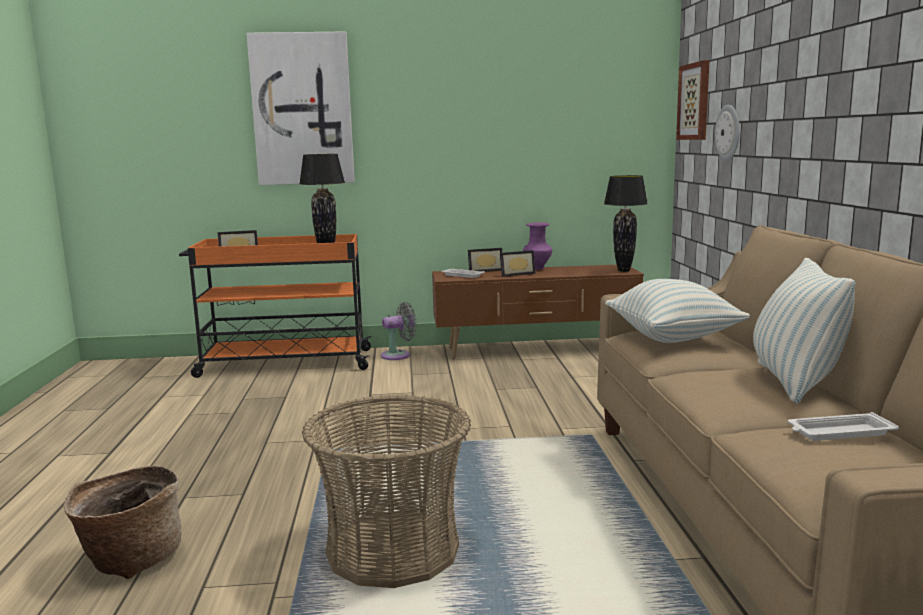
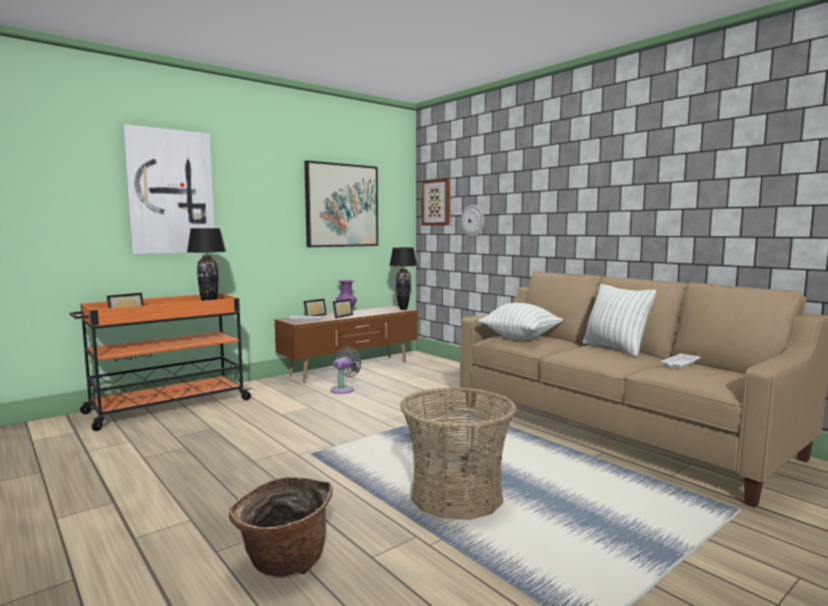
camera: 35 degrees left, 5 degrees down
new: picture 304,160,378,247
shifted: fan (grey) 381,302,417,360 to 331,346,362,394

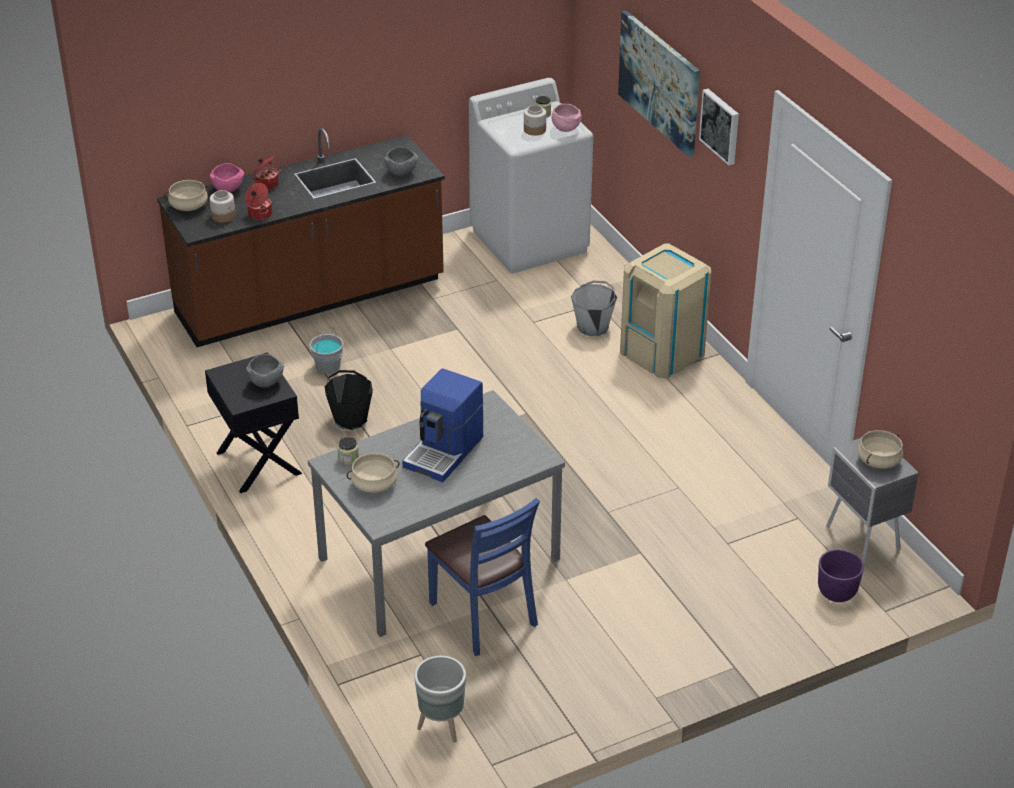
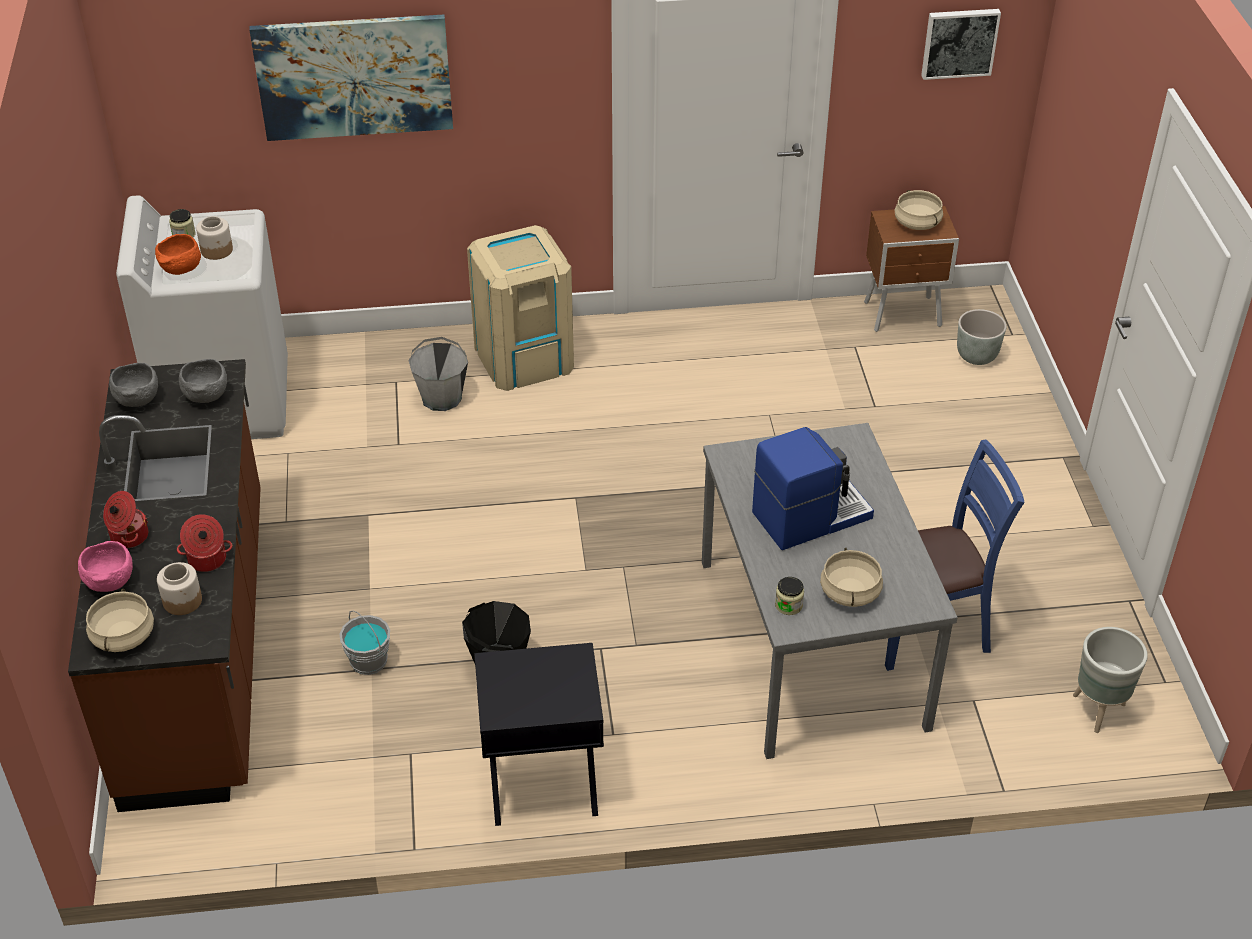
camera: 70 degrees left, 5 degrees up
gone: bowl (pink) 552,104,581,132
new: bowl (orange) 155,234,201,275
shifted: bowl (grey) 246,354,284,388 to 109,363,158,407; picture 699,89,739,165 to 921,9,1001,80
repainted: planter (purple) 818,549,864,602 to planter (grey) 957,309,1006,365; nightstand (grey) 826,437,919,564 to nightstand (brown) 864,206,959,332
rotated: coffee machine 403,368,483,482 = 752,427,874,550 75 degrees counterclockwise

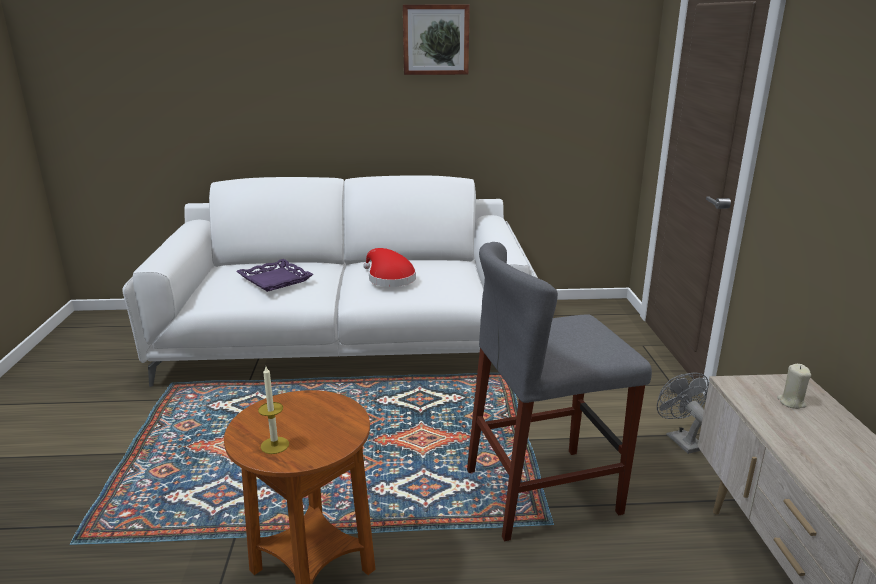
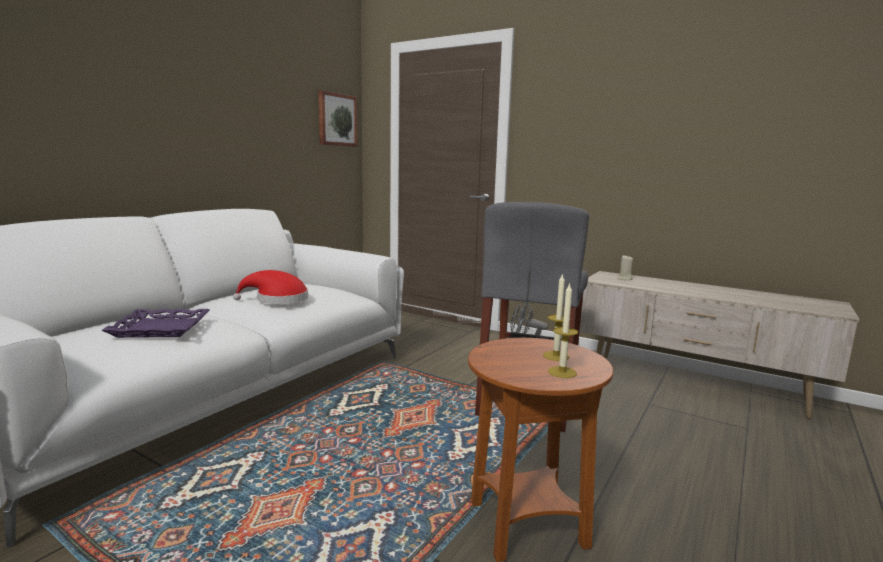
camera: 55 degrees left, 10 degrees down
new: candle 543,273,569,361
shifted: picture 403,5,470,75 to 318,90,358,147

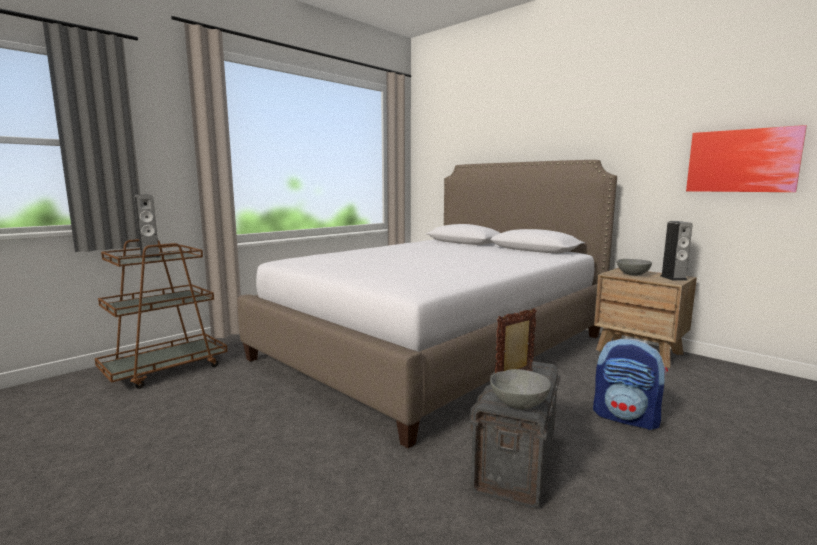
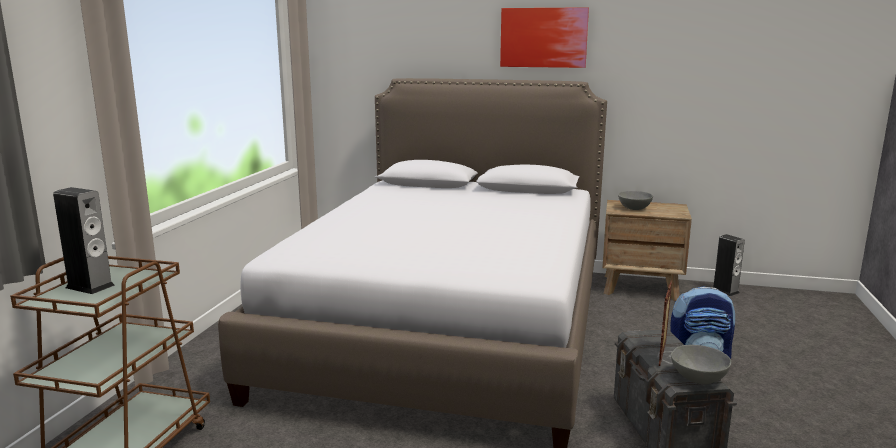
camera: 30 degrees left, 5 degrees up
shifted: speaker 660,221,693,281 to 713,234,745,296; picture 686,125,807,192 to 500,7,589,68

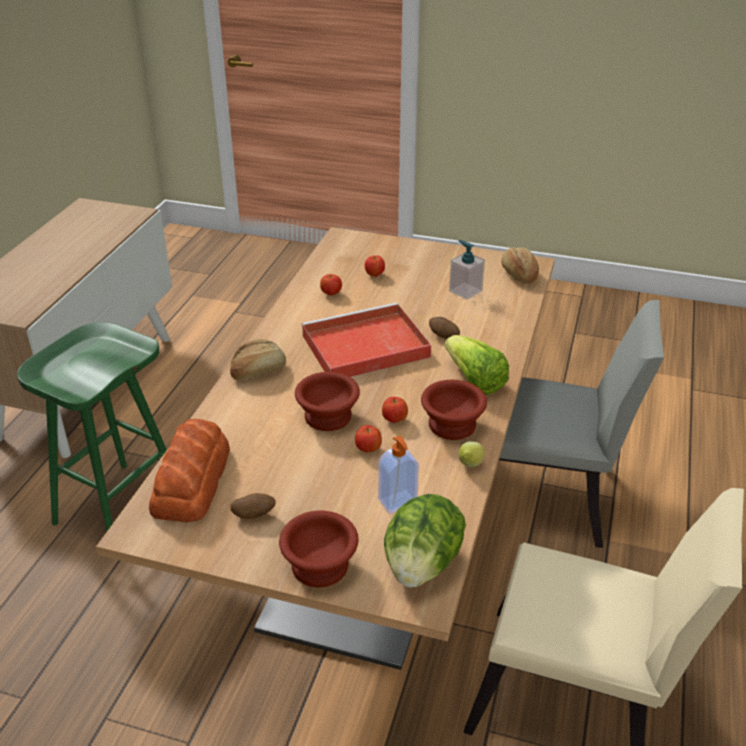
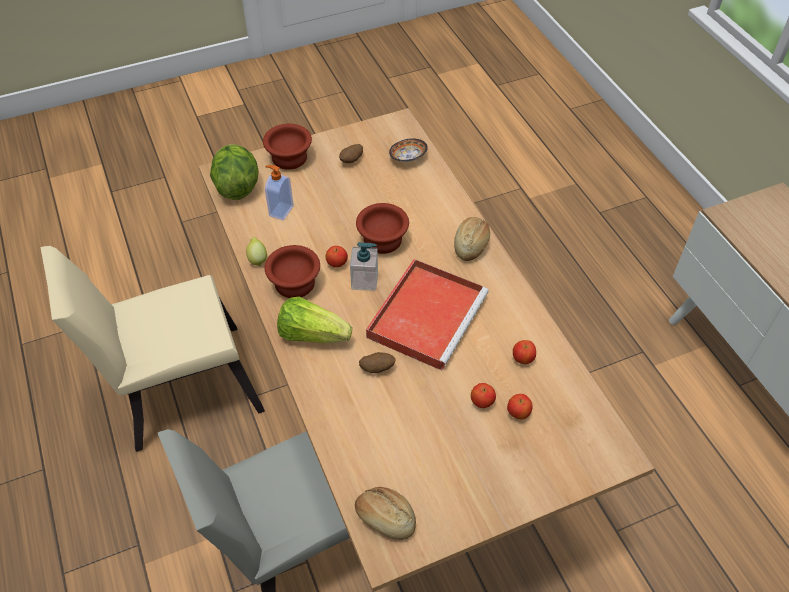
camera: 140 degrees right, 15 degrees up
gone: stool (green) 17,322,167,532
shifted: apple 355,425,382,452 to 471,383,496,408; soap dispenser 449,240,485,300 to 350,242,378,291
swapped: bread 149,419,230,523 to bowl 389,138,428,162

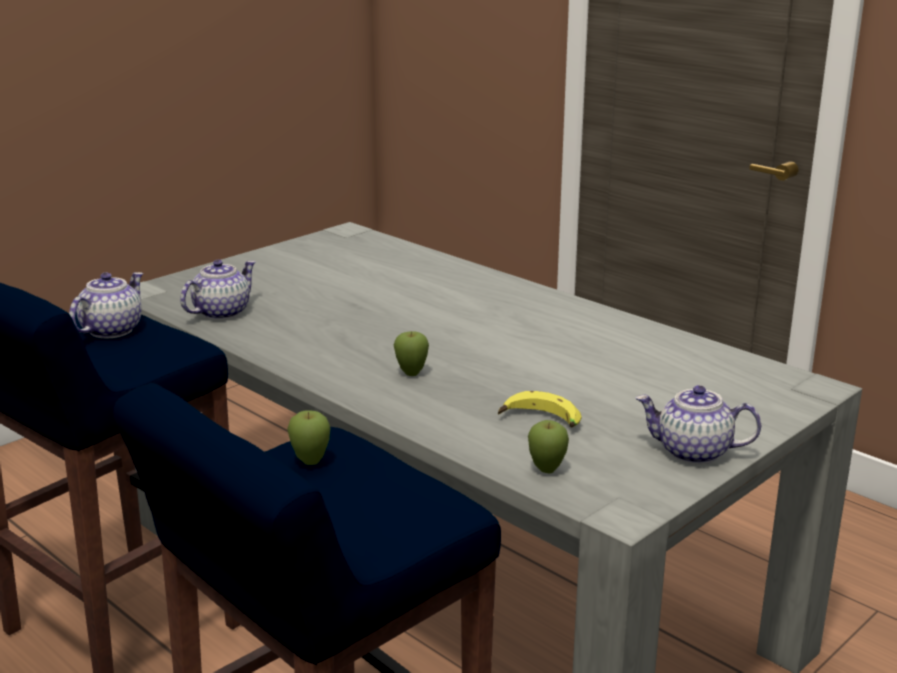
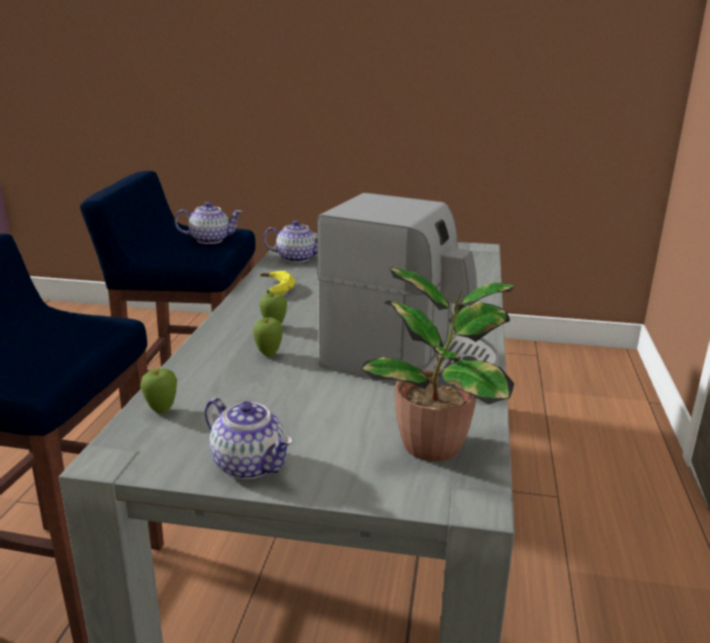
camera: 55 degrees right, 0 degrees up
new: coffee machine 317,193,499,384; potted plant 361,268,515,462
shifted: apple 287,410,330,465 to 253,317,283,357; banana 498,391,582,428 to 260,271,295,295
rotated: teapot 636,385,761,464 = 205,398,293,479 150 degrees clockwise

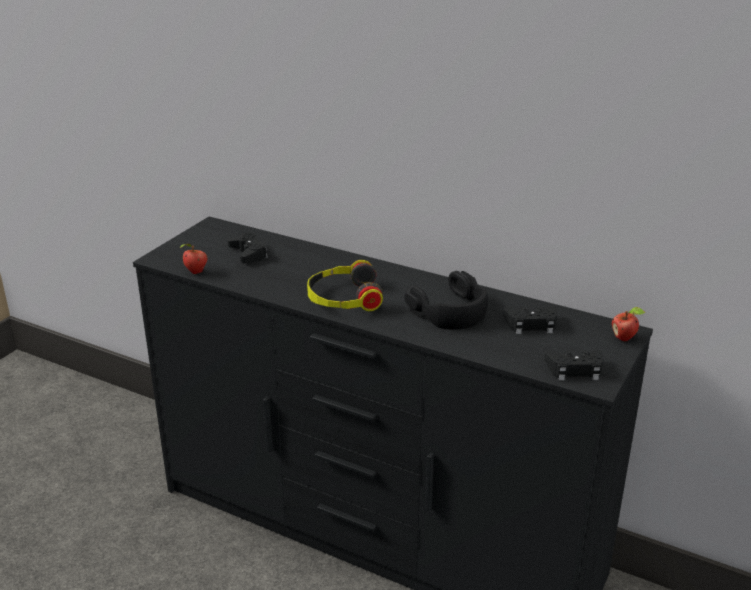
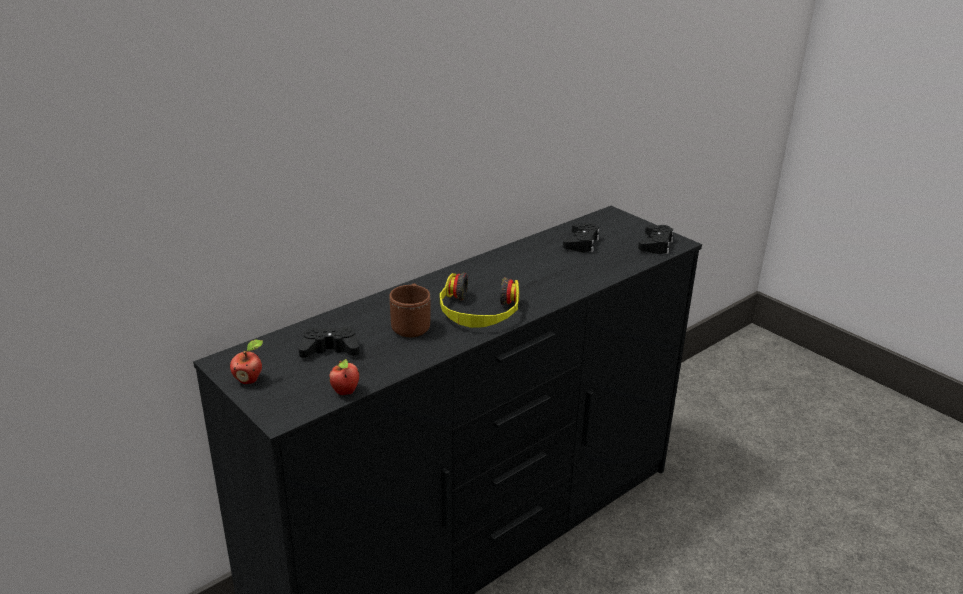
camera: 70 degrees left, 0 degrees up
gone: headphones (black) 404,271,488,330
new: mug (brown) 389,283,431,337
shifted: apple 612,307,645,341 to 230,340,263,384

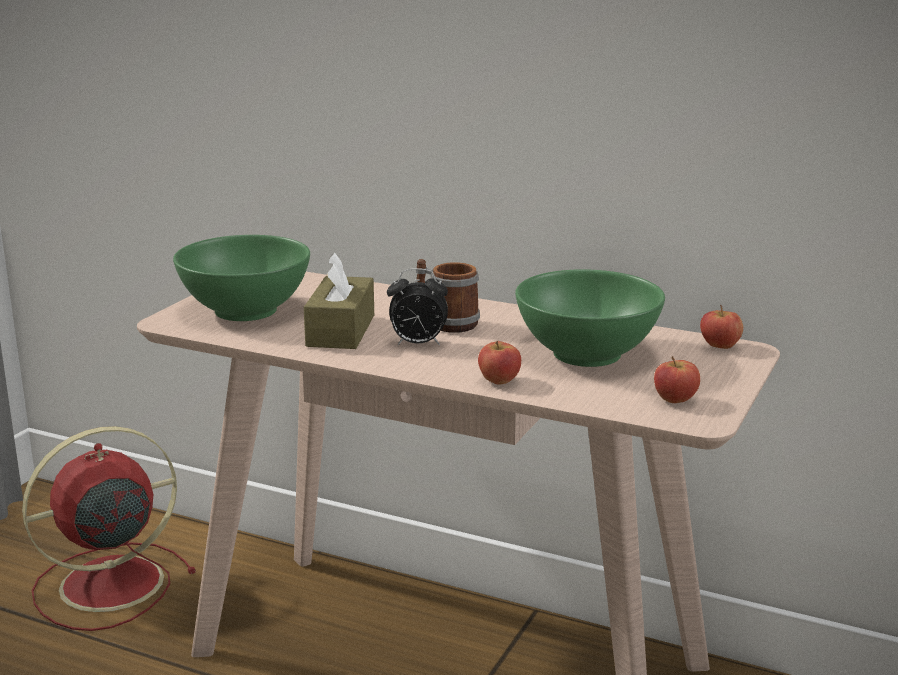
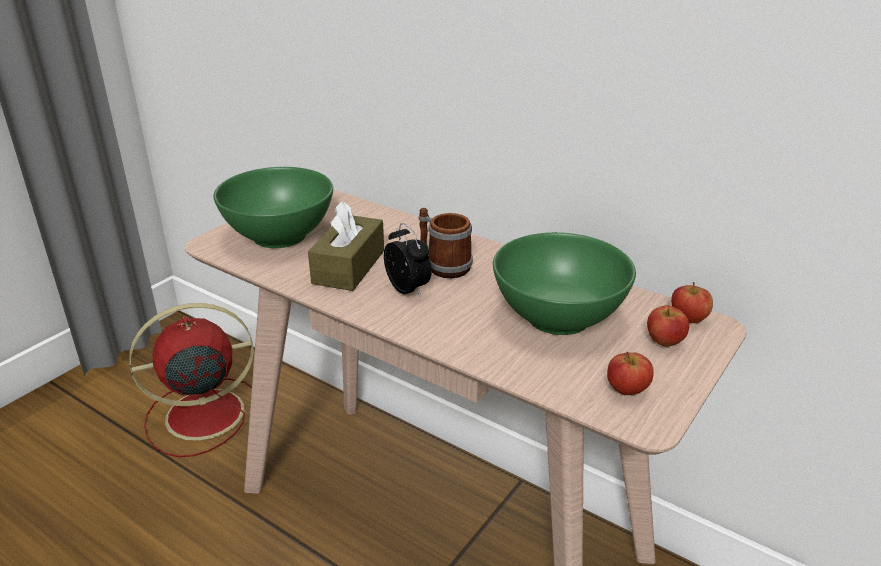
camera: 10 degrees right, 10 degrees up
shifted: apple 478,340,521,384 to 647,305,689,347
rotated: alarm clock 387,268,448,345 = 384,223,432,297 135 degrees counterclockwise

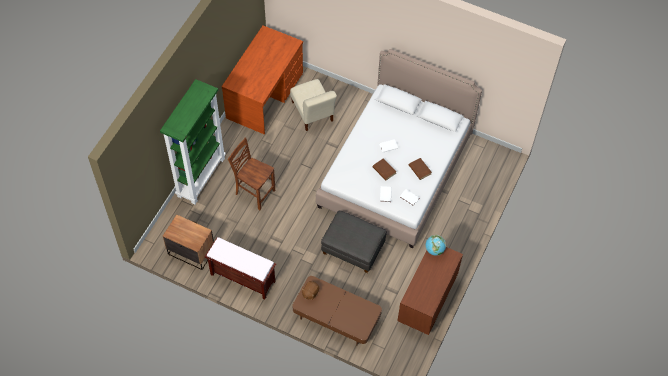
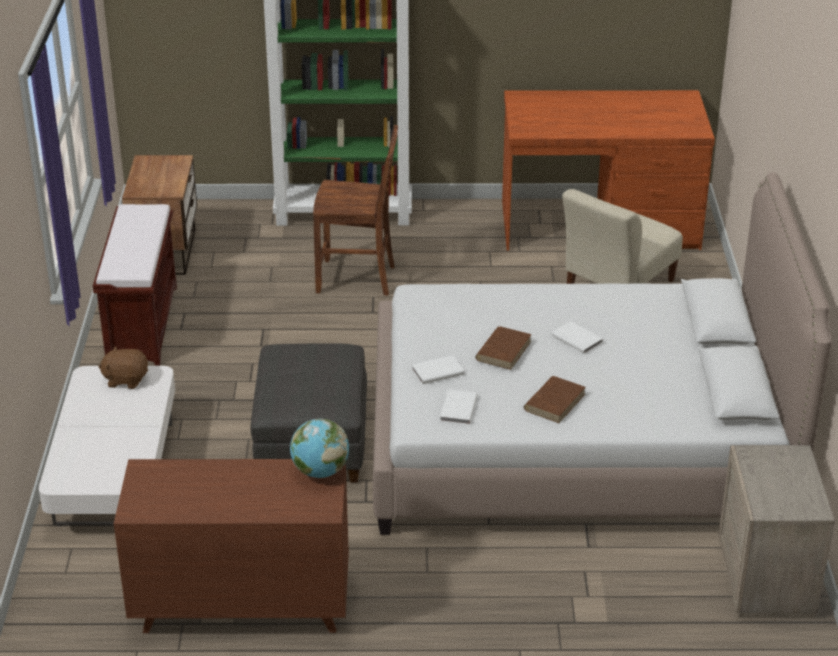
camera: 65 degrees right, 25 degrees down
new: nightstand (beige) 718,445,835,618
repainted: coffee table (brown) 293,276,382,345 to coffee table (white) 39,366,175,526
rotated: chair (brown) 228,137,275,210 = 313,125,398,296 90 degrees clockwise

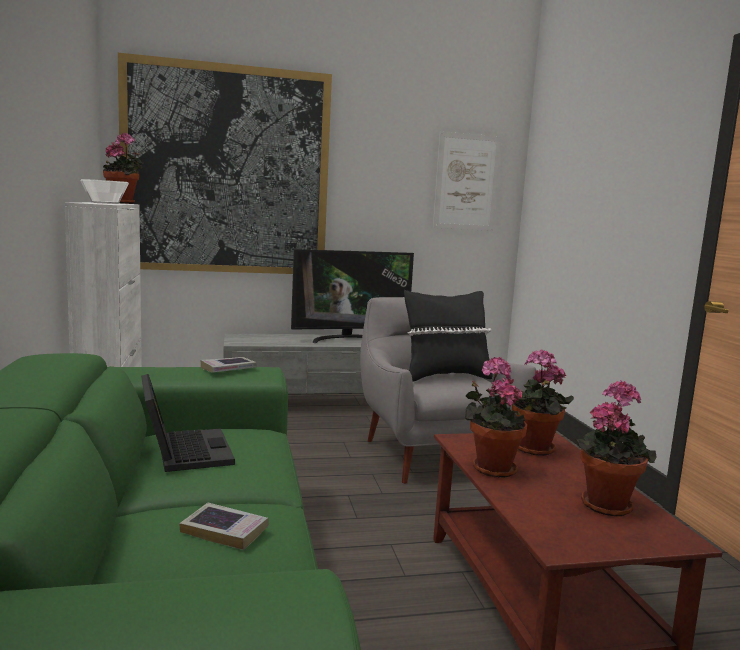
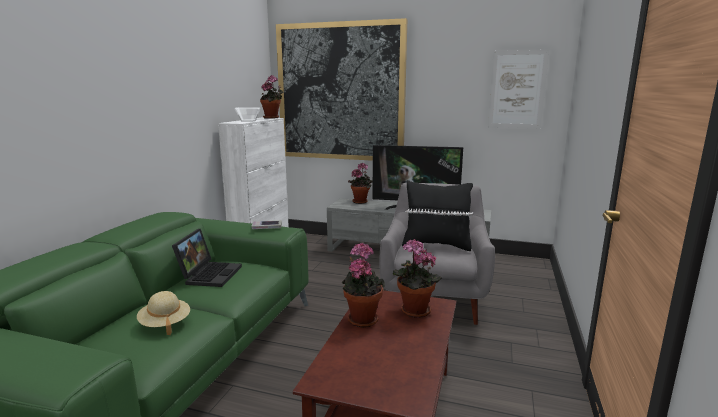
camera: 30 degrees right, 5 degrees up
shifted: potted plant 575,380,657,516 to 348,163,373,204
swapped: book 179,503,269,550 to hat (beige) 137,291,190,335

